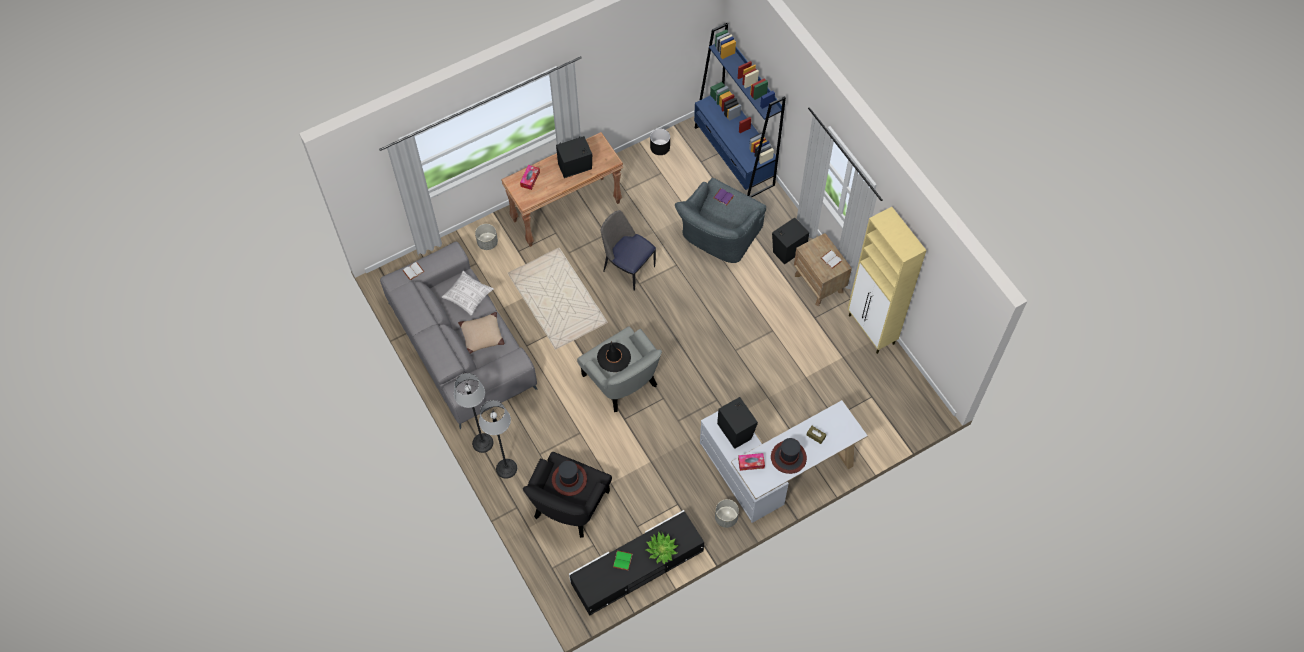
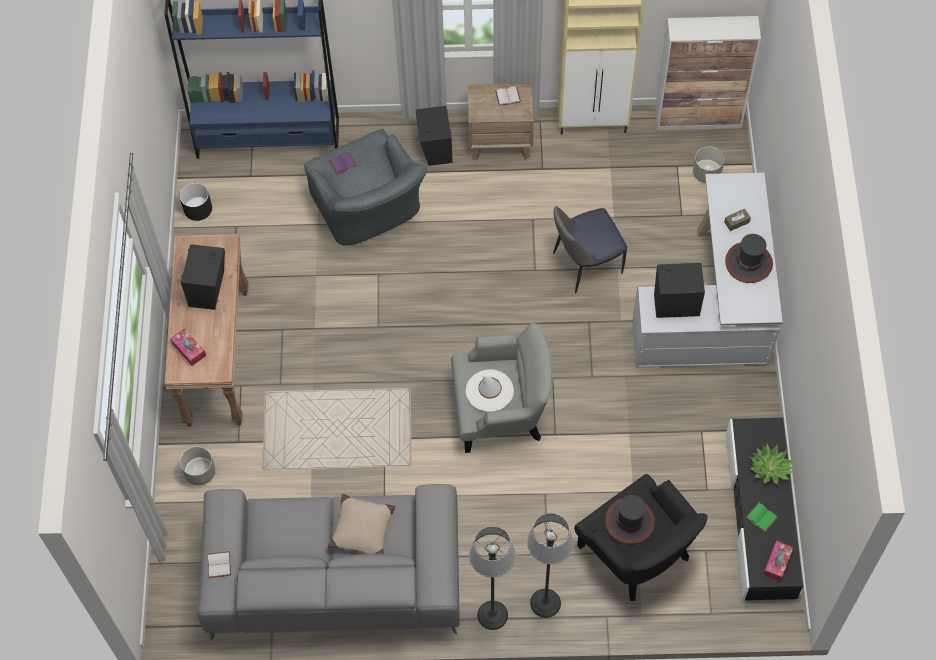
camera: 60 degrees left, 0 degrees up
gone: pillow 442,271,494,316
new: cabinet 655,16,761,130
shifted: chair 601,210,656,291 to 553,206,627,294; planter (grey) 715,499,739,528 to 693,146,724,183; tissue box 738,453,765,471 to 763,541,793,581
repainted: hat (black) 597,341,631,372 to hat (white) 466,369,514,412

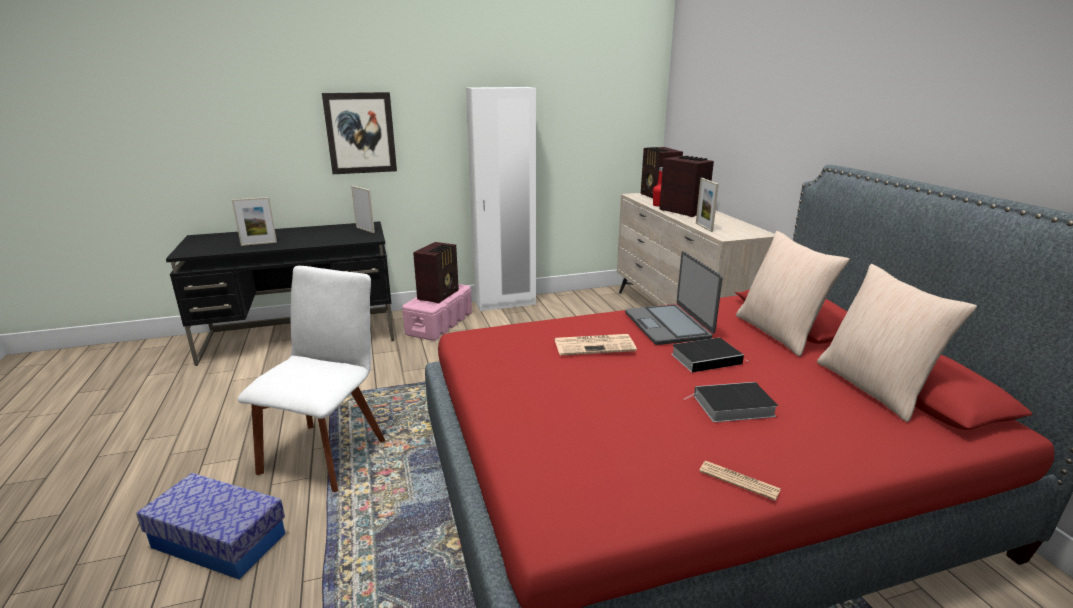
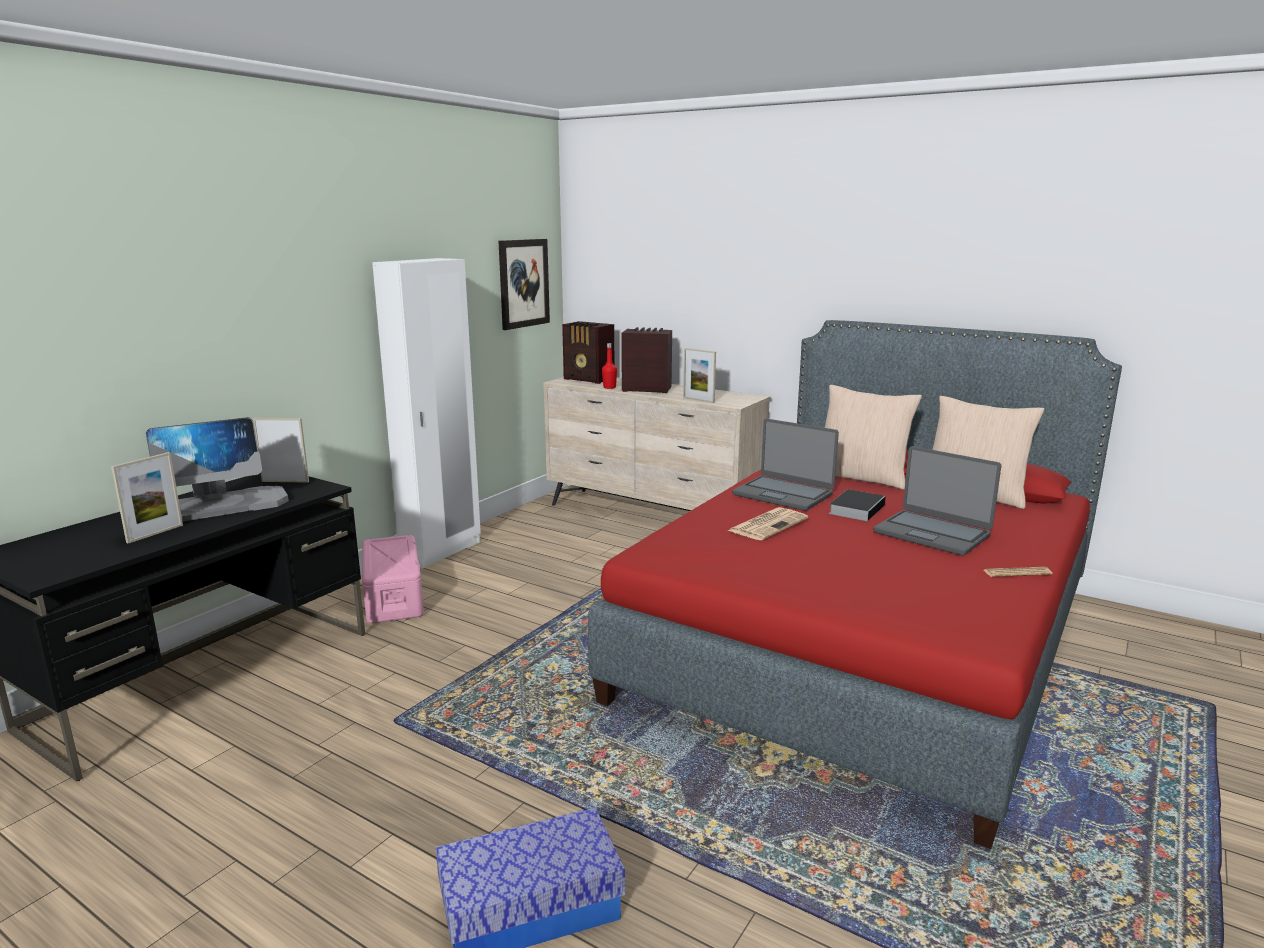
camera: 40 degrees left, 5 degrees down
gone: chair (white) 238,266,385,492; radio 413,242,459,304
new: monitor 146,417,289,522
shifted: picture 322,92,397,174 to 498,239,550,330
swapped: book 684,382,778,422 to laptop 873,446,1001,556

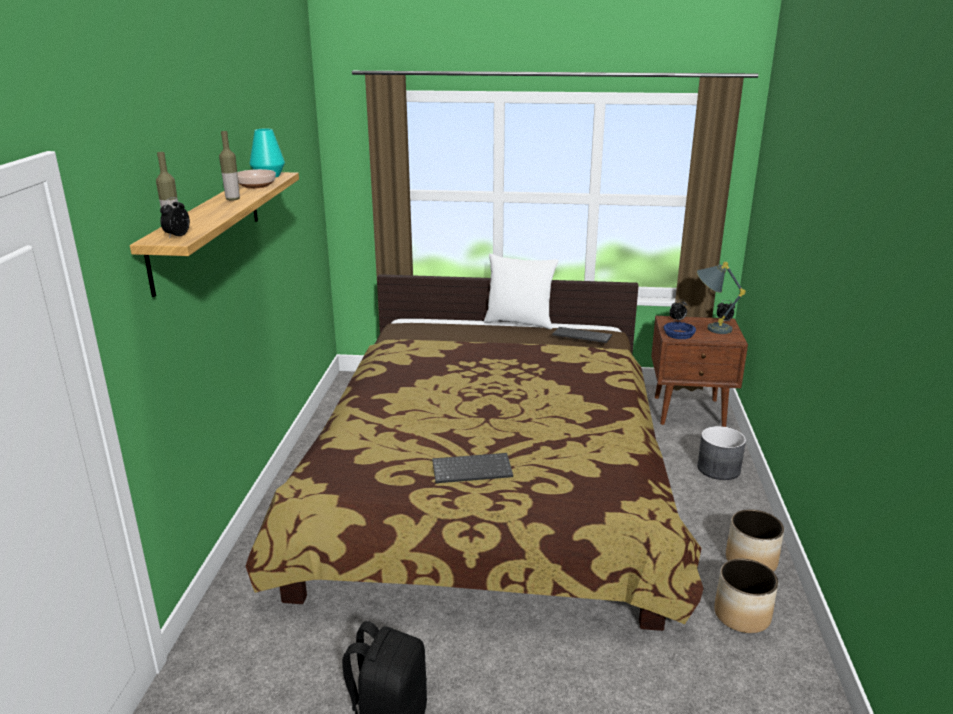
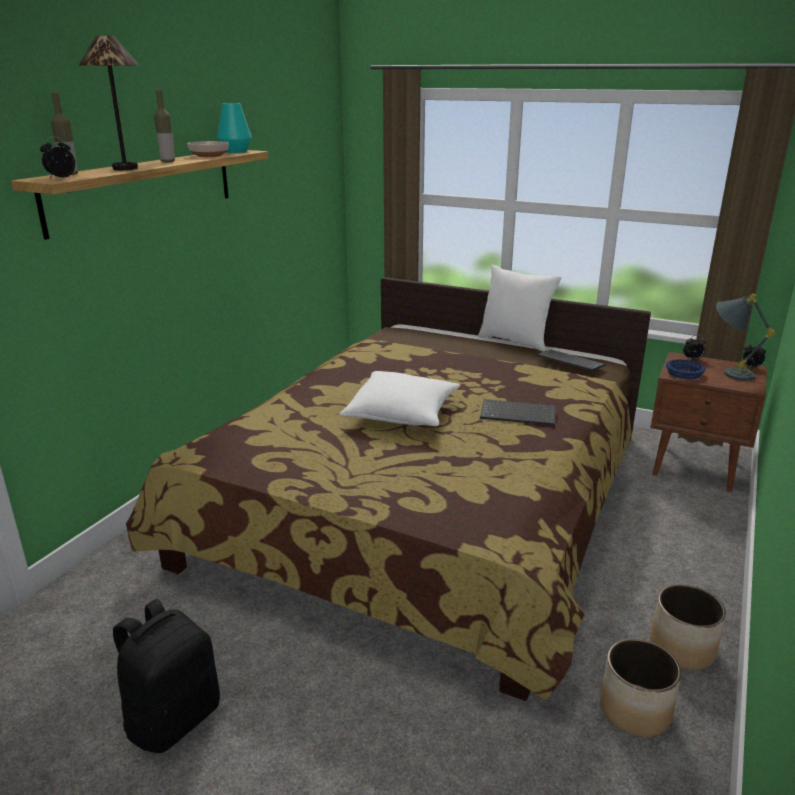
camera: 20 degrees right, 0 degrees up
gone: planter (grey) 697,426,746,480
new: table lamp 79,35,140,170; pillow (white) 340,371,460,426
shifted: keyboard 432,453,513,483 to 480,399,556,426

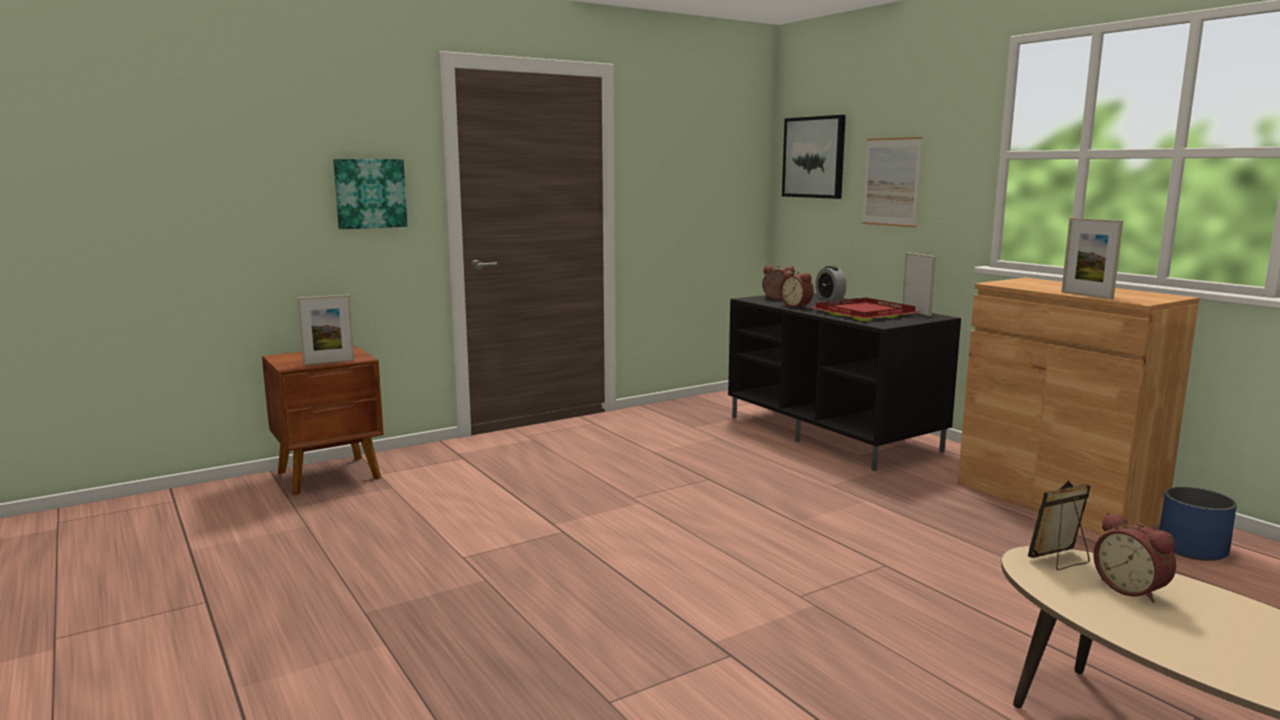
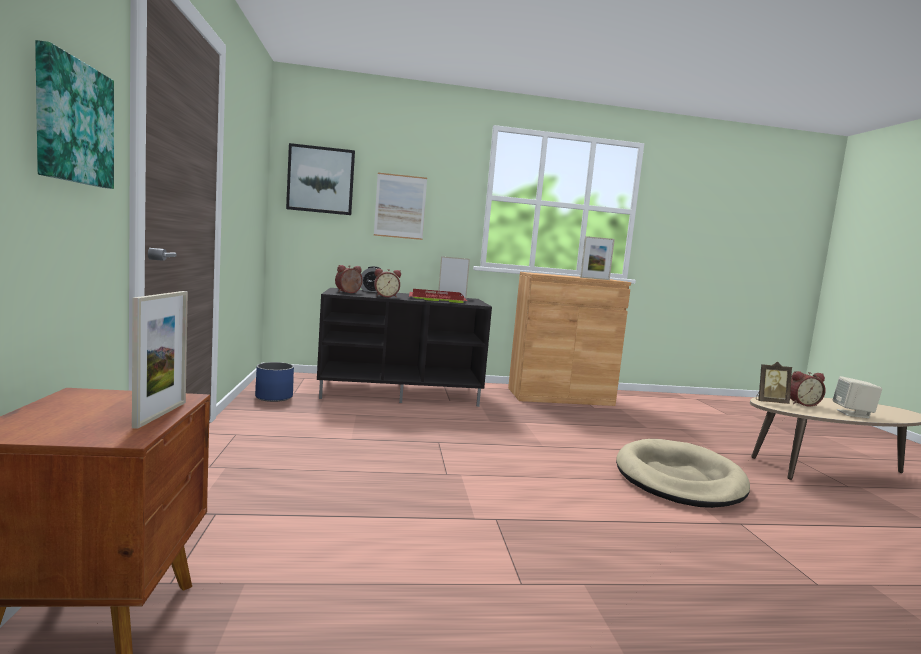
camera: 65 degrees left, 5 degrees down
new: dog bed (beige) 616,439,750,508; speaker (beige) 833,376,882,418
shifted: planter (blue) 1159,487,1237,561 to 255,362,294,402
rotated: picture frame 1028,481,1091,570 = 756,362,792,404 90 degrees counterclockwise

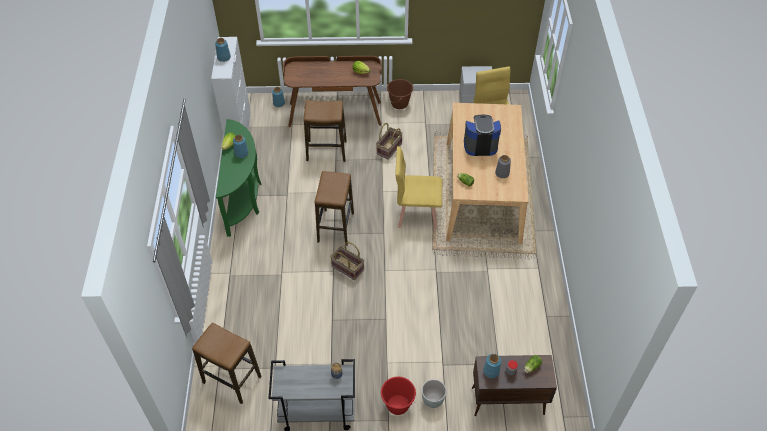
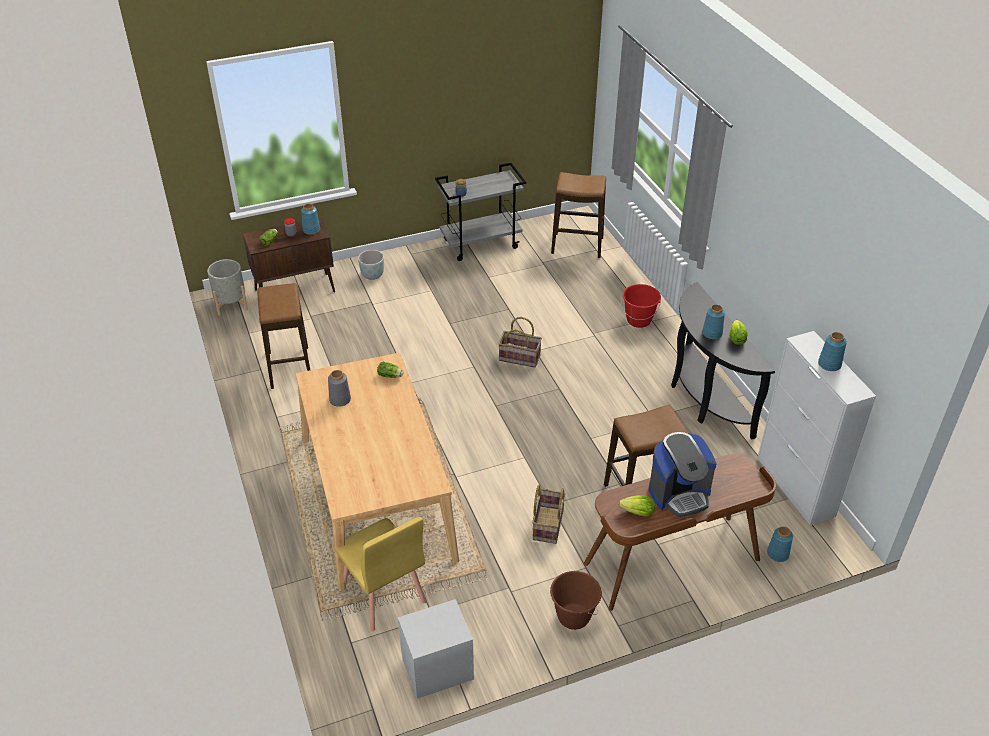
camera: 160 degrees right, 10 degrees down
gone: chair (yellow) 395,146,442,229
new: planter (grey) 207,259,248,316
shifted: stool 315,171,354,246 to 257,283,310,389; bucket (red) 381,377,416,415 to 621,284,661,328; coffee machine 464,115,501,156 to 649,432,717,517
repainted: console table (green) 216,119,262,237 to console table (black) 671,282,775,440

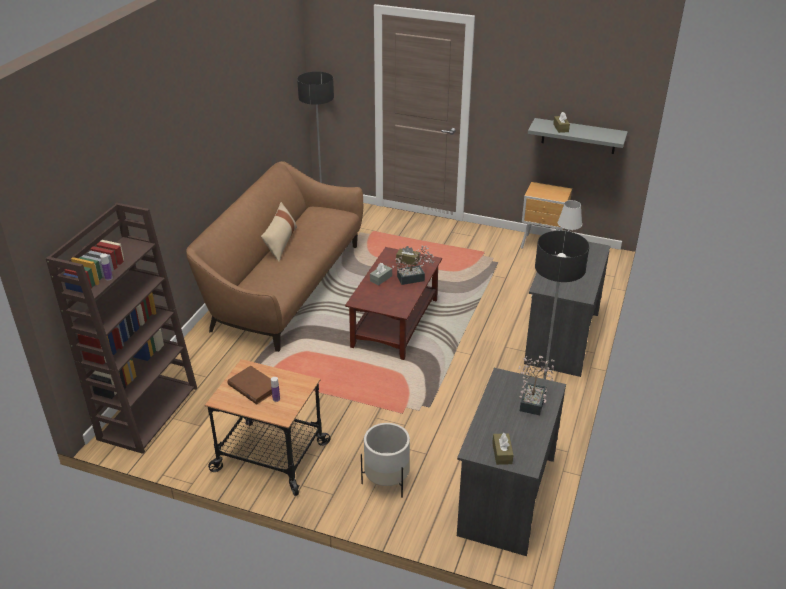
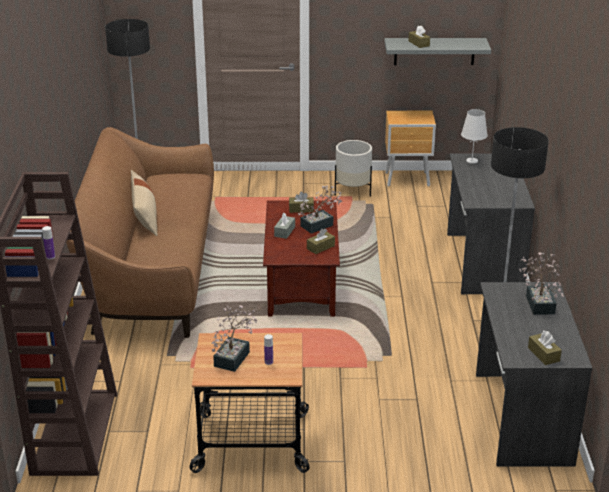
camera: 20 degrees left, 5 degrees down
new: tissue box (brown) 307,229,335,254
shifted: planter (white) 361,423,410,497 to 335,140,372,197
swapped: book (brown) 227,366,280,404 to potted plant 212,305,257,372

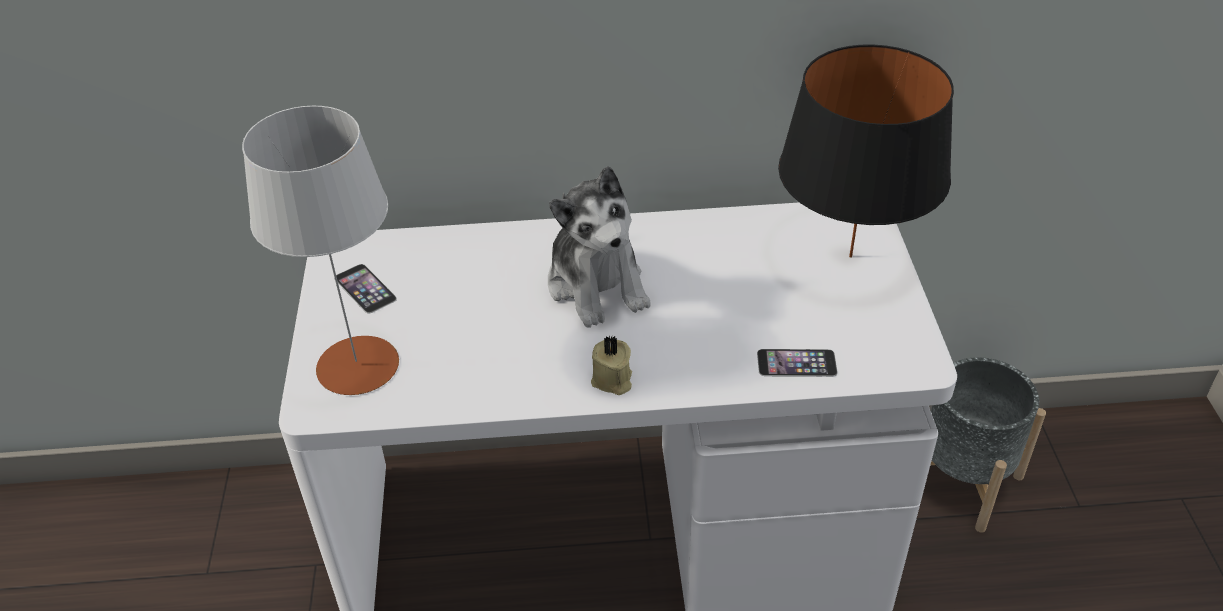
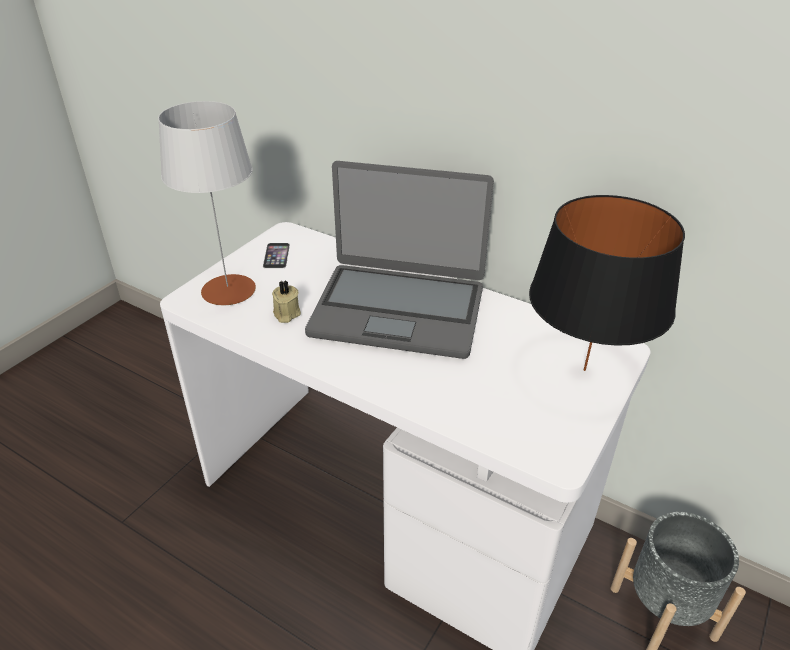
camera: 35 degrees right, 5 degrees down
gone: phone 757,349,838,377
shifted: candle (beige) 591,336,632,395 to 272,280,301,323
swapped: plush toy 548,166,651,328 to laptop 305,161,494,359

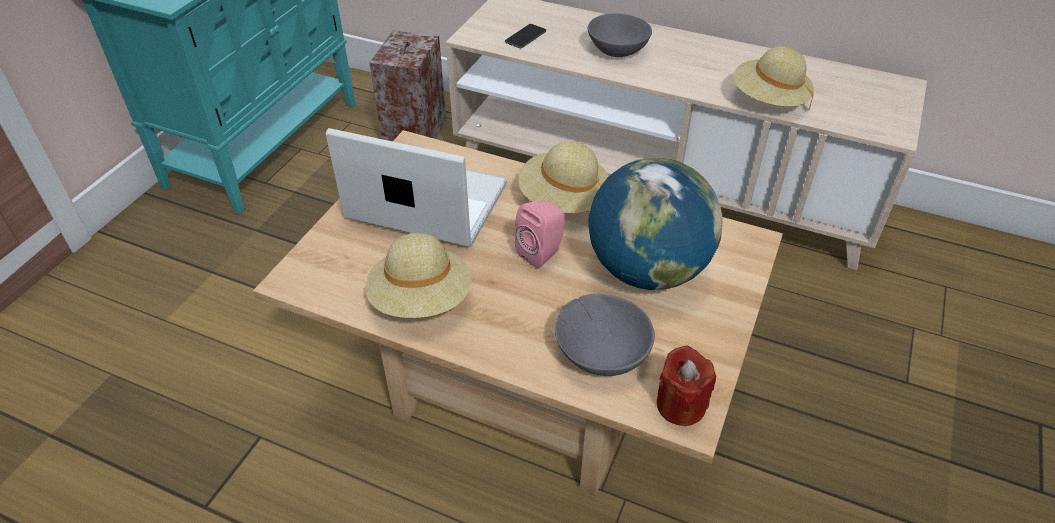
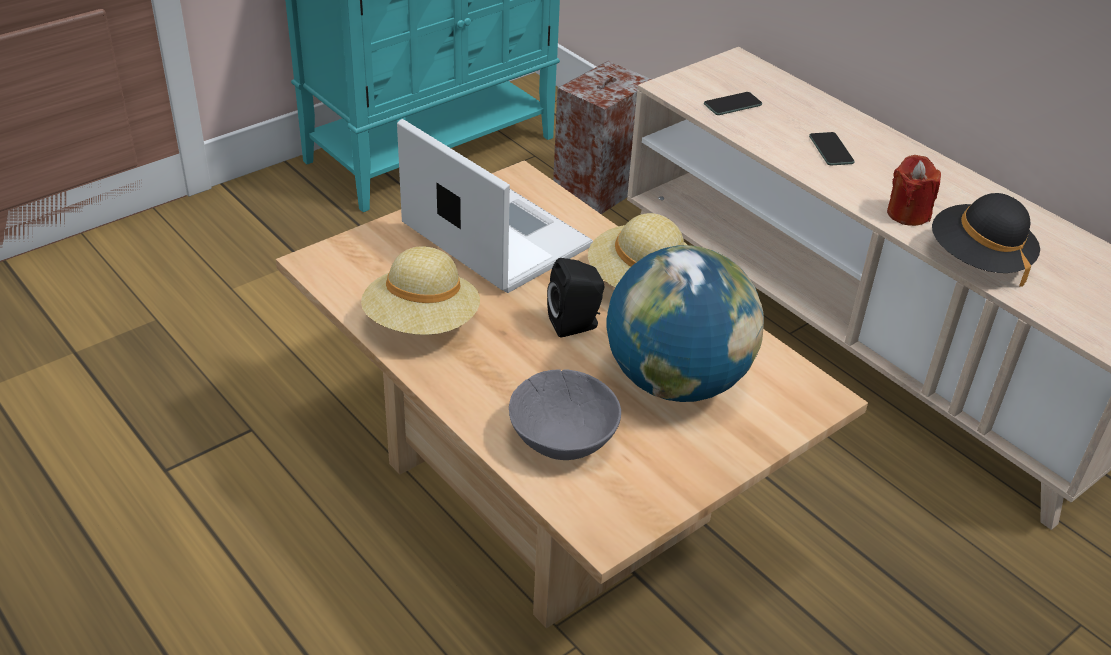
camera: 25 degrees right, 5 degrees down
shifted: candle (red) 657,345,716,426 to 887,155,941,226
swapped: bowl (grey) 588,13,652,57 to phone 809,132,855,165
repainted: speaker (pink) 514,201,565,269 to speaker (black) 547,258,605,337; hat (beige) 734,46,814,109 to hat (black) 932,193,1040,286

